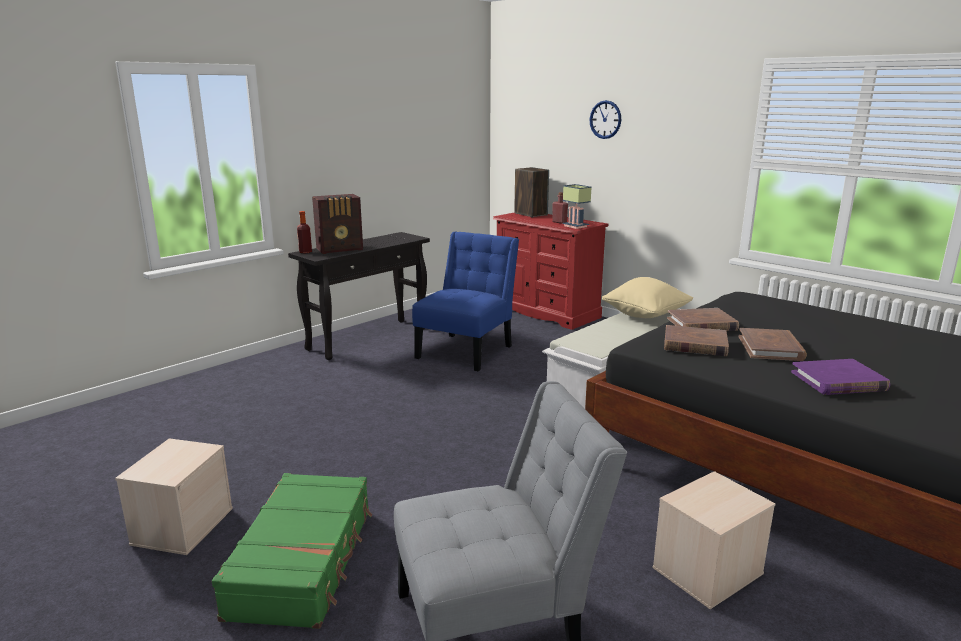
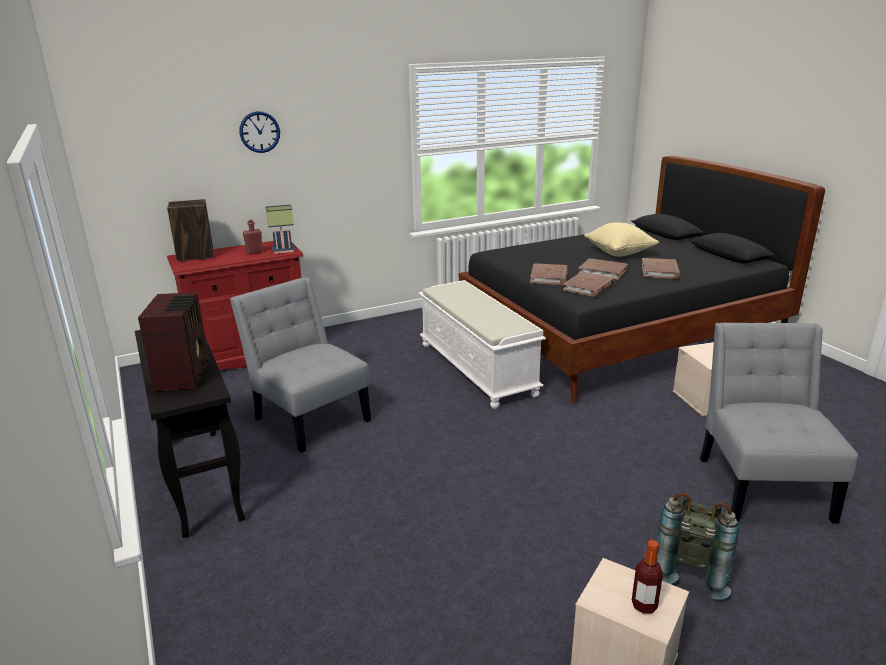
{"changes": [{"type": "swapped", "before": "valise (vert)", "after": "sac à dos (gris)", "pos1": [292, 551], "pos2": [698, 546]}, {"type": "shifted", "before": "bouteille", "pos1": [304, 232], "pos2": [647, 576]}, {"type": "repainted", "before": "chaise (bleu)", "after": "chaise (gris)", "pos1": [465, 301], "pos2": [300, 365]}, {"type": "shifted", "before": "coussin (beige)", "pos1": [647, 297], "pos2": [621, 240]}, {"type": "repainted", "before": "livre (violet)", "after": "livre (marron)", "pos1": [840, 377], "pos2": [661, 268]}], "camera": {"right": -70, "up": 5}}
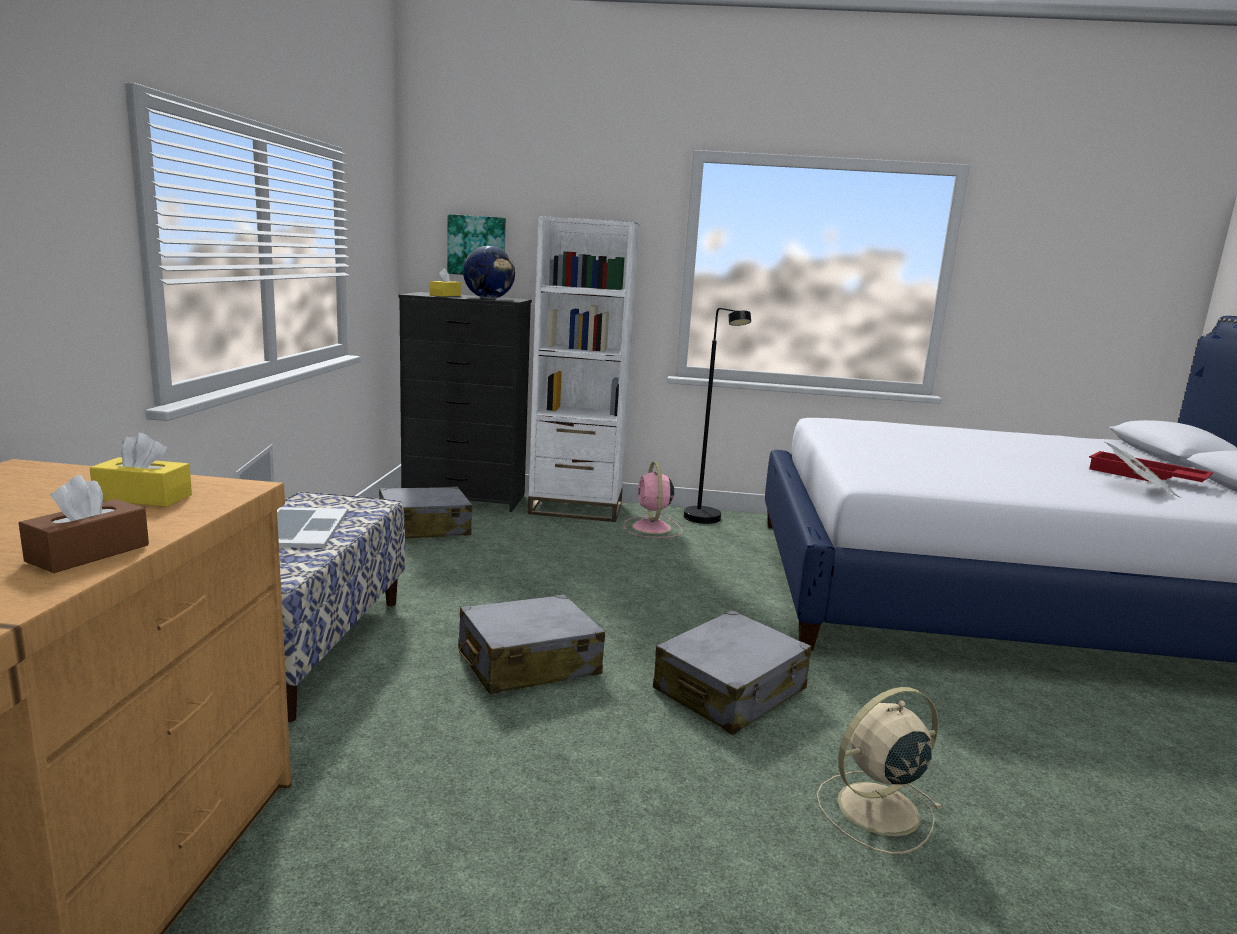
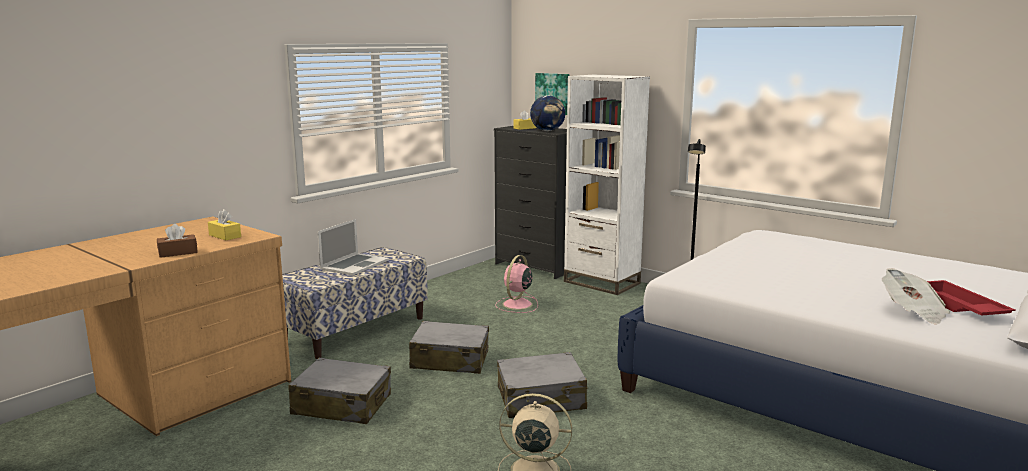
{"changes": [{"type": "shifted", "before": "valise (gris)", "pos1": [425, 512], "pos2": [340, 391]}, {"type": "shifted", "before": "ventilateur (rose)", "pos1": [652, 500], "pos2": [516, 284]}], "camera": {"right": 35, "up": 0}}
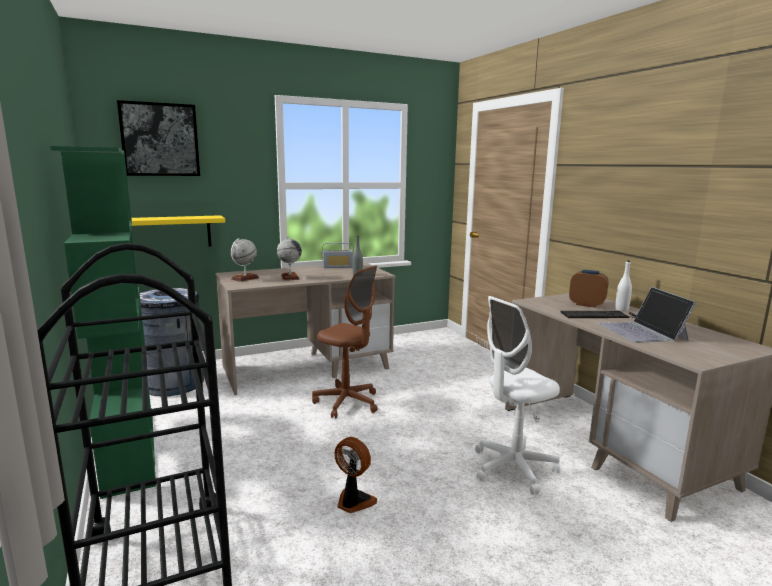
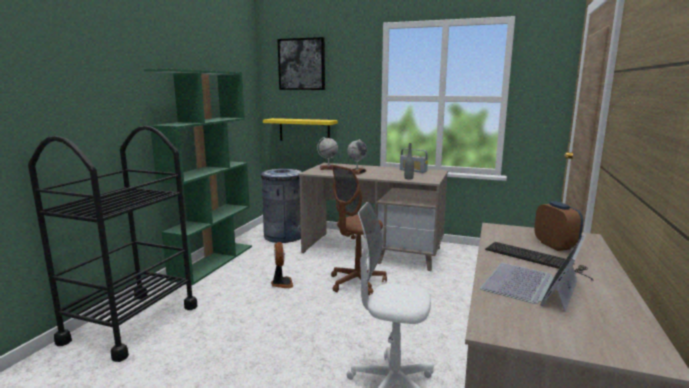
{"changes": [{"type": "rotated", "before": "chaise de bureau (marron)", "pos1": [345, 342], "pos2": [359, 230], "turn": 60}, {"type": "shifted", "before": "ventilateur", "pos1": [355, 475], "pos2": [282, 265]}, {"type": "gone", "before": "bouteille (blanc)", "pos1": [623, 286]}], "camera": {"right": 45, "up": 0}}
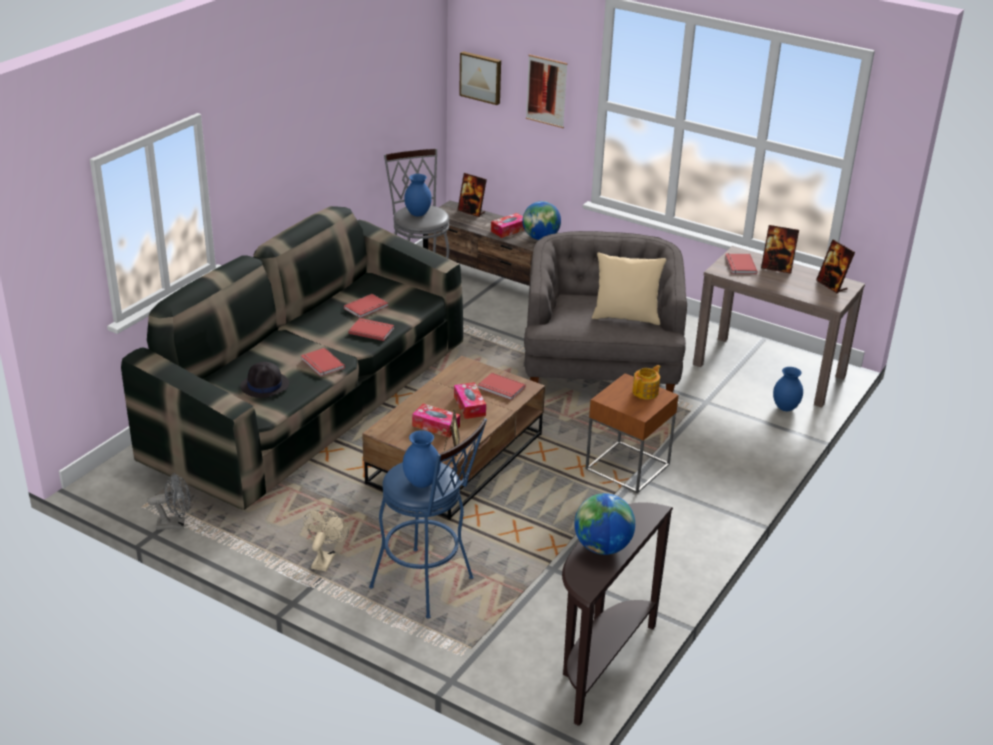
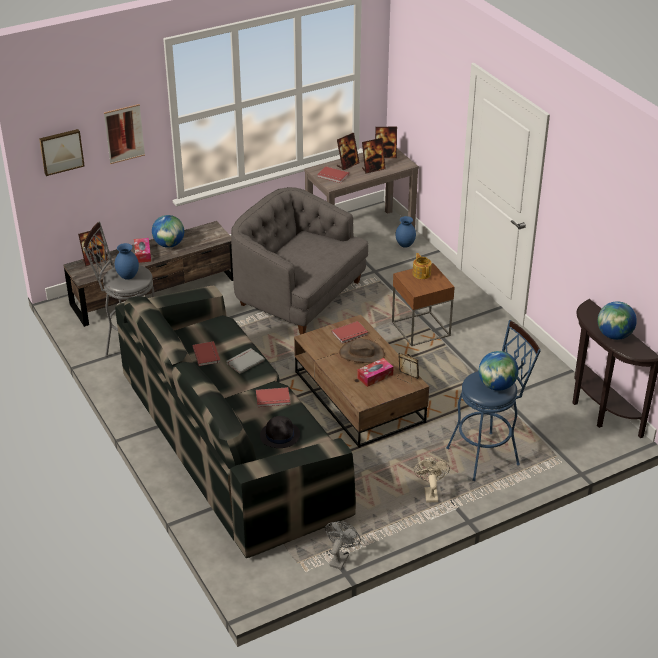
{"changes": [{"type": "rotated", "before": "ventilateur (beige)", "pos1": [326, 540], "pos2": [432, 479], "turn": 45}, {"type": "repainted", "before": "livre (rouge)", "after": "livre (gris)", "pos1": [371, 329], "pos2": [245, 361]}, {"type": "swapped", "before": "vase (bleu)", "after": "globe", "pos1": [422, 459], "pos2": [499, 371]}, {"type": "swapped", "before": "boîte à mouchoirs", "after": "chapeau (marron)", "pos1": [470, 400], "pos2": [362, 350]}, {"type": "gone", "before": "coussin (beige)", "pos1": [629, 288]}, {"type": "new", "after": "cadre photo", "pos2": [374, 156]}], "camera": {"right": -60, "up": 5}}
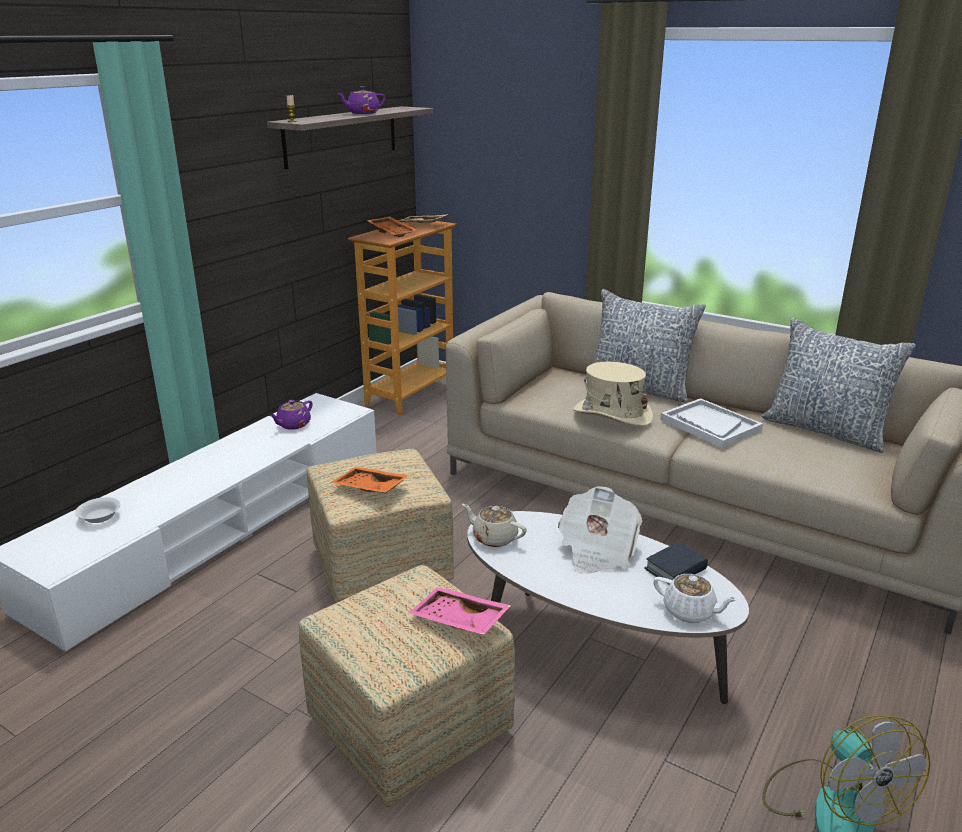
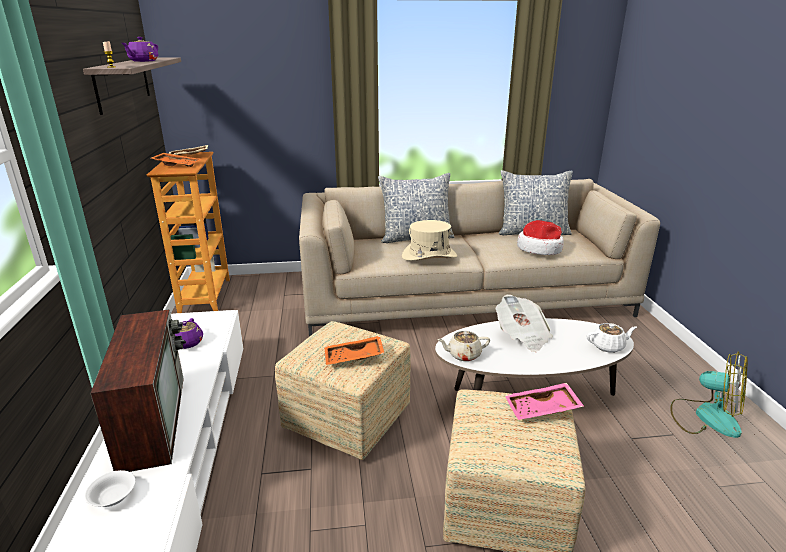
{"changes": [{"type": "gone", "before": "livre", "pos1": [676, 563]}, {"type": "gone", "before": "plateau (blanc)", "pos1": [711, 423]}, {"type": "new", "after": "téléviseur", "pos2": [138, 391]}, {"type": "new", "after": "chapeau", "pos2": [540, 237]}], "camera": {"right": -40, "up": 0}}
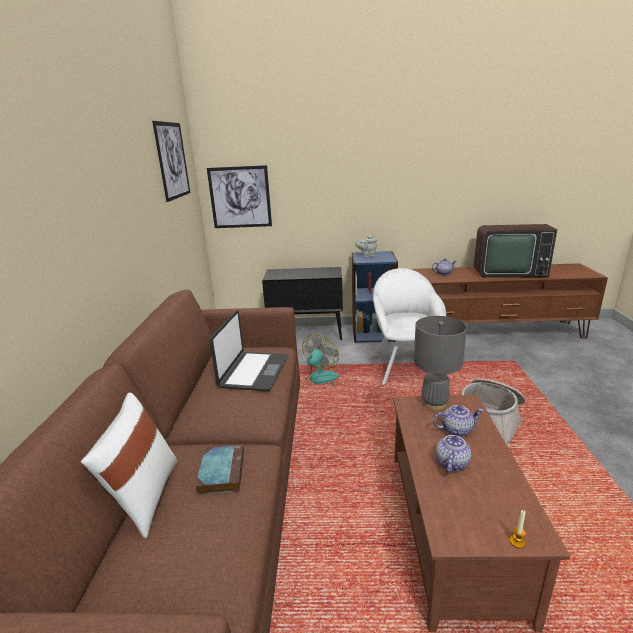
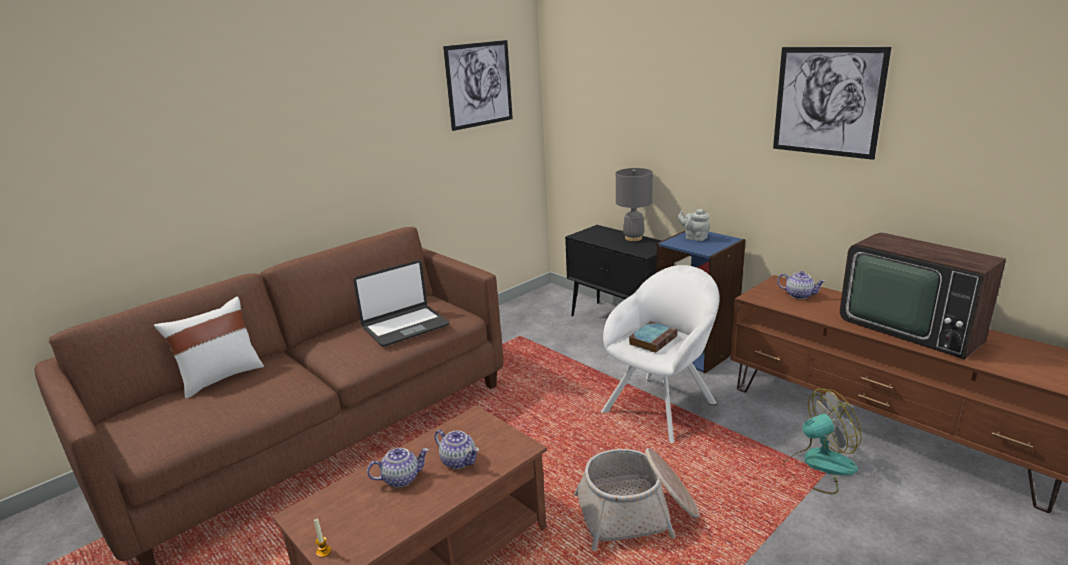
{"changes": [{"type": "shifted", "before": "livre", "pos1": [219, 470], "pos2": [653, 337]}, {"type": "shifted", "before": "tableau", "pos1": [239, 196], "pos2": [832, 103]}, {"type": "shifted", "before": "ventilateur", "pos1": [320, 363], "pos2": [823, 441]}, {"type": "shifted", "before": "lampe de table (gris)", "pos1": [440, 363], "pos2": [634, 204]}], "camera": {"right": 45, "up": 0}}
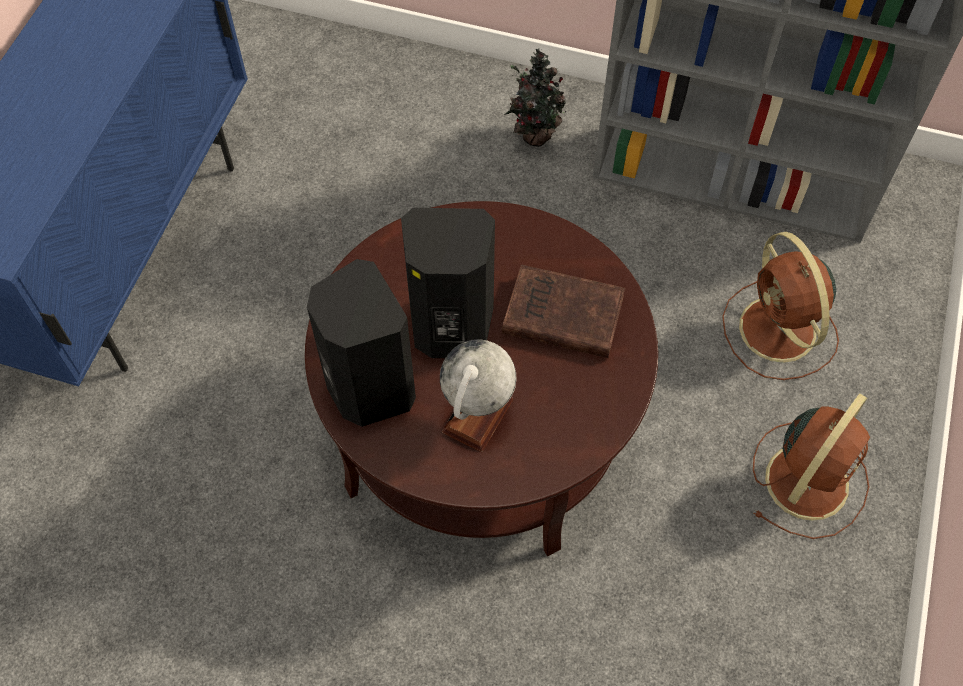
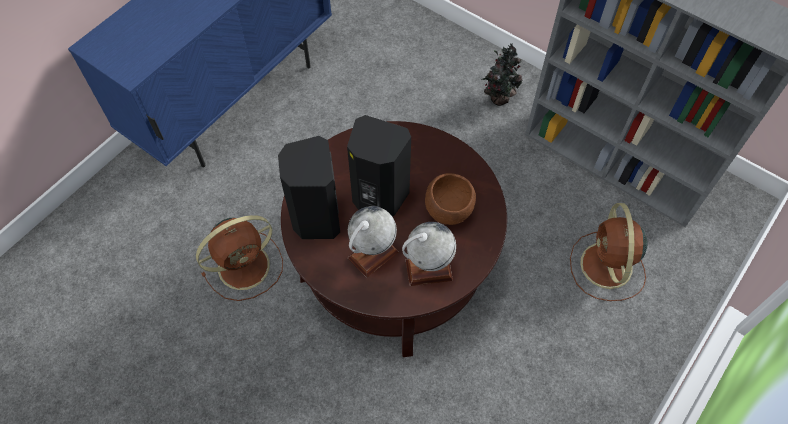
{"changes": [{"type": "swapped", "before": "livre (marron)", "after": "bol (marron)", "pos1": [563, 311], "pos2": [450, 199]}, {"type": "shifted", "before": "ventilateur (marron)", "pos1": [811, 466], "pos2": [239, 258]}, {"type": "new", "after": "globe", "pos2": [429, 254]}], "camera": {"right": 20, "up": 0}}
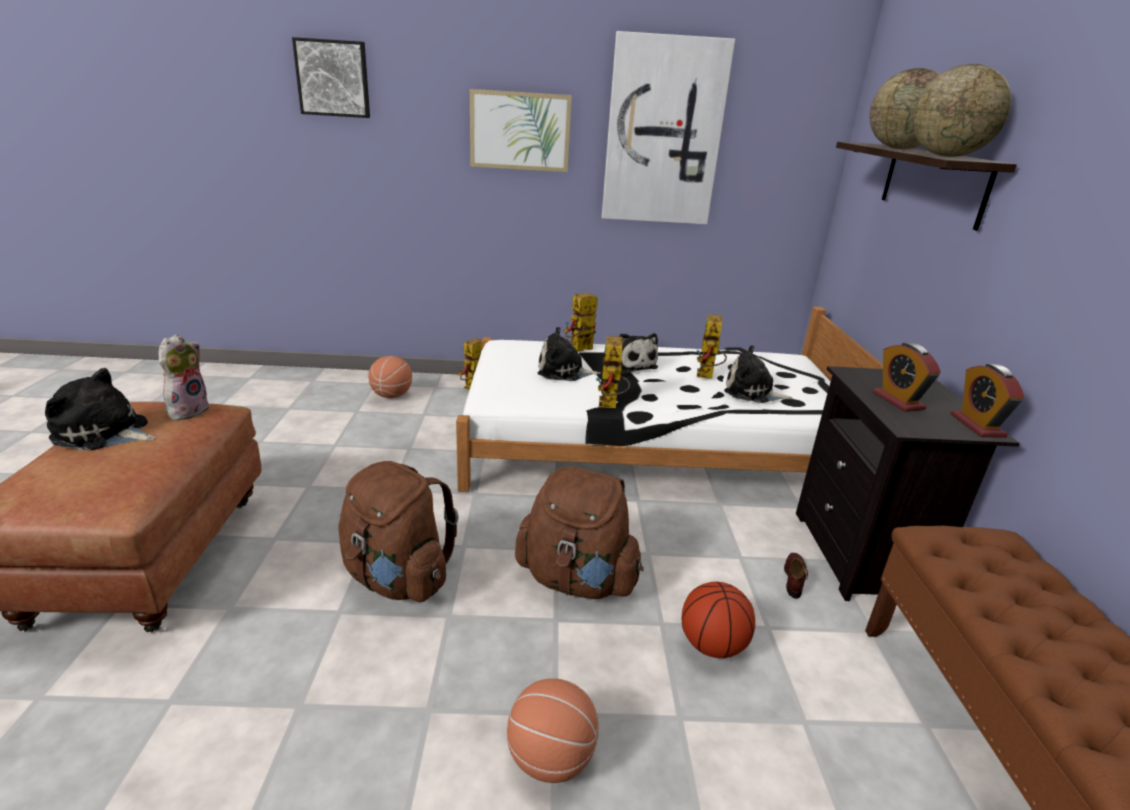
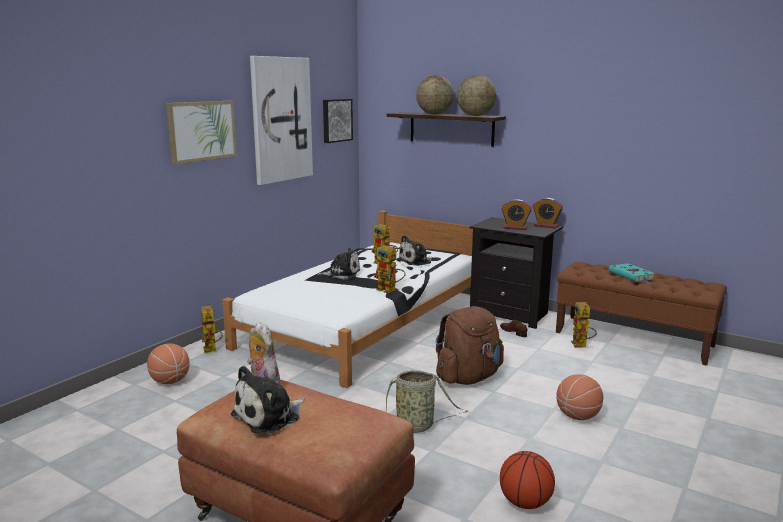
{"changes": [{"type": "shifted", "before": "tableau", "pos1": [331, 77], "pos2": [338, 121]}, {"type": "swapped", "before": "sac à dos (marron)", "after": "panier", "pos1": [398, 531], "pos2": [427, 401]}, {"type": "gone", "before": "peluche", "pos1": [569, 354]}, {"type": "shifted", "before": "robot jouet", "pos1": [581, 322], "pos2": [584, 325]}, {"type": "shifted", "before": "ballon de basket", "pos1": [718, 620], "pos2": [527, 480]}, {"type": "new", "after": "livre (turquoise)", "pos2": [632, 273]}], "camera": {"right": -55, "up": -10}}
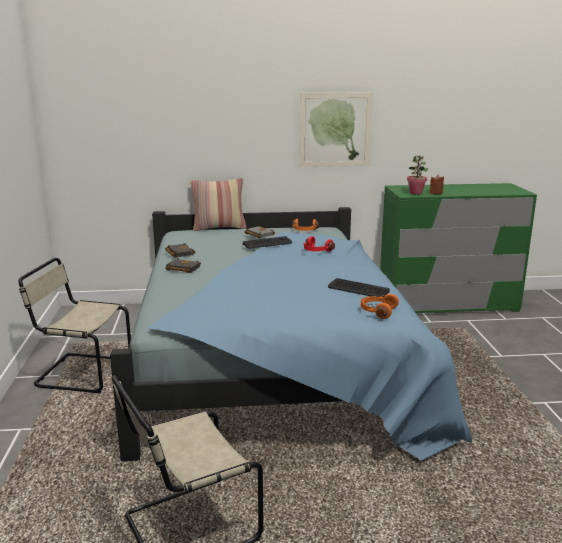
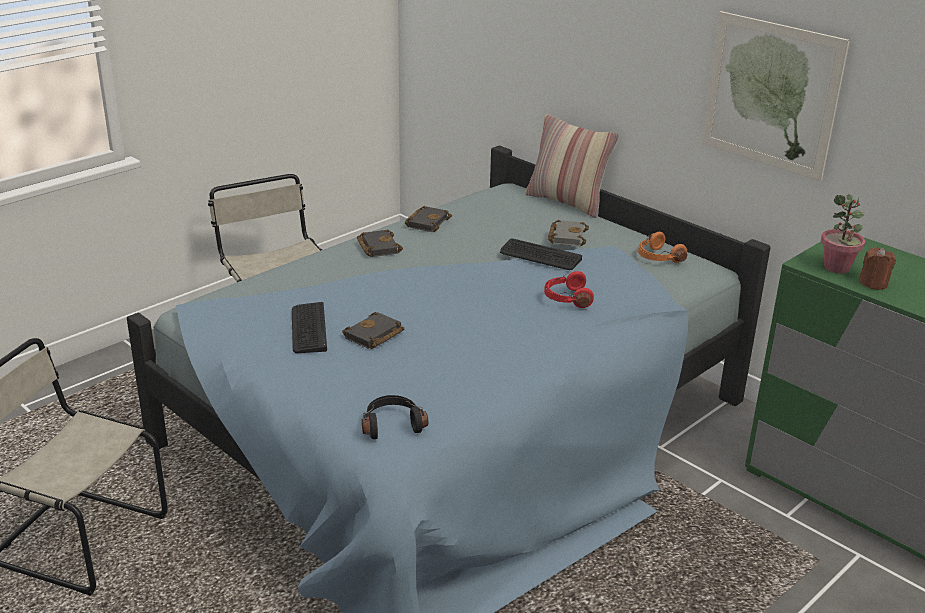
{"changes": [{"type": "shifted", "before": "clavier", "pos1": [359, 287], "pos2": [309, 327]}, {"type": "repainted", "before": "casque audio (orange)", "after": "casque audio (noir)", "pos1": [380, 306], "pos2": [395, 417]}, {"type": "new", "after": "livre (noir)", "pos2": [373, 330]}], "camera": {"right": 50, "up": 10}}
